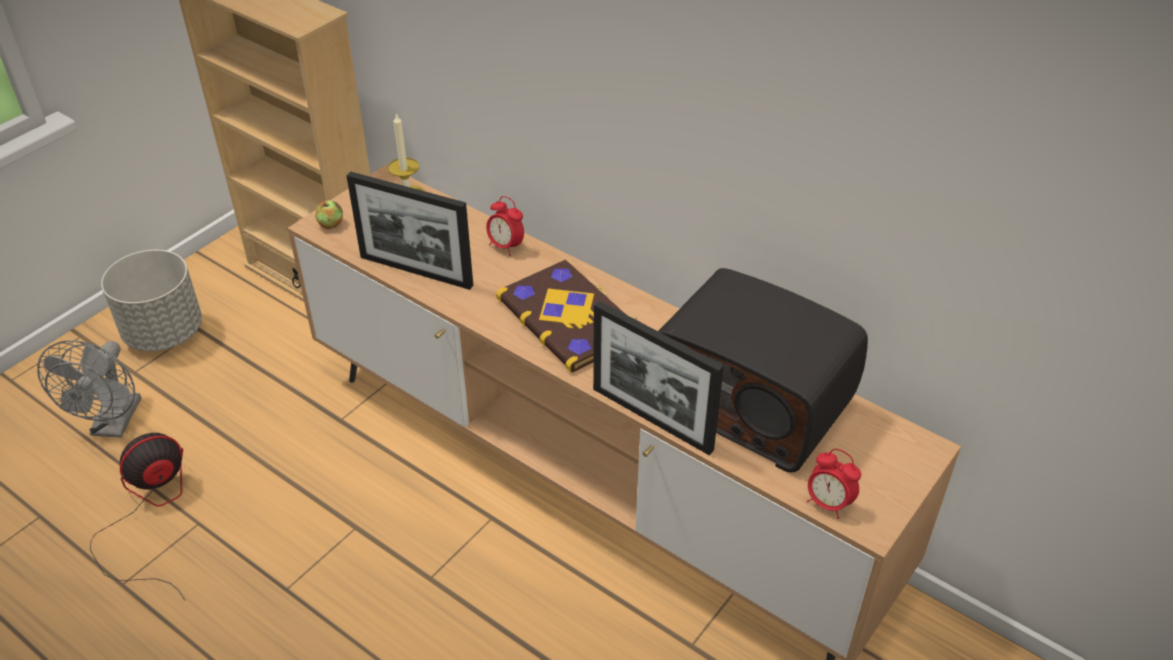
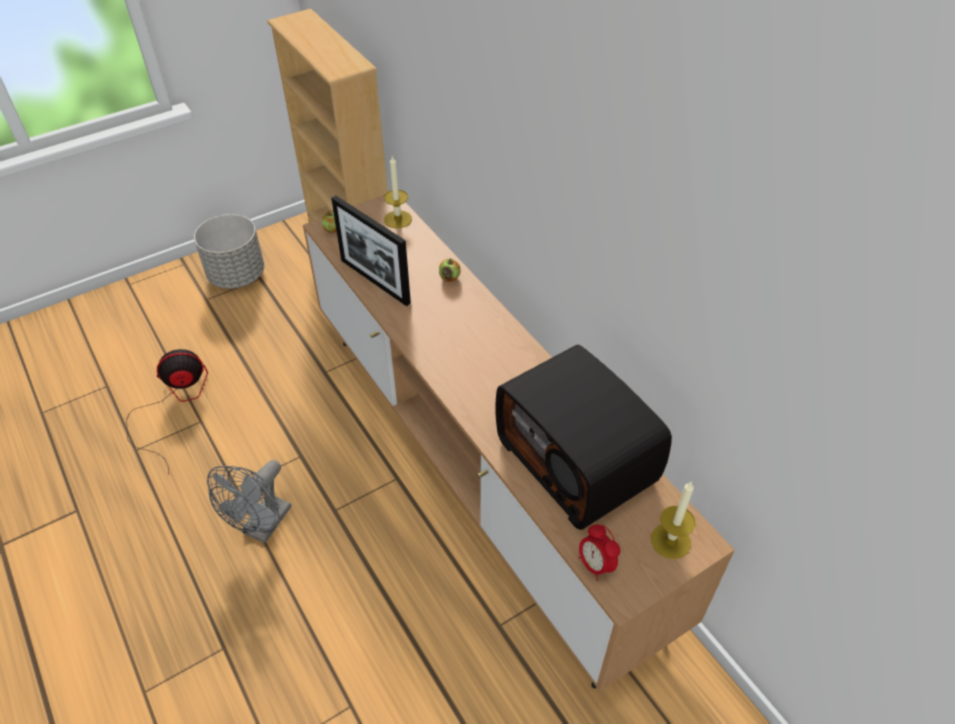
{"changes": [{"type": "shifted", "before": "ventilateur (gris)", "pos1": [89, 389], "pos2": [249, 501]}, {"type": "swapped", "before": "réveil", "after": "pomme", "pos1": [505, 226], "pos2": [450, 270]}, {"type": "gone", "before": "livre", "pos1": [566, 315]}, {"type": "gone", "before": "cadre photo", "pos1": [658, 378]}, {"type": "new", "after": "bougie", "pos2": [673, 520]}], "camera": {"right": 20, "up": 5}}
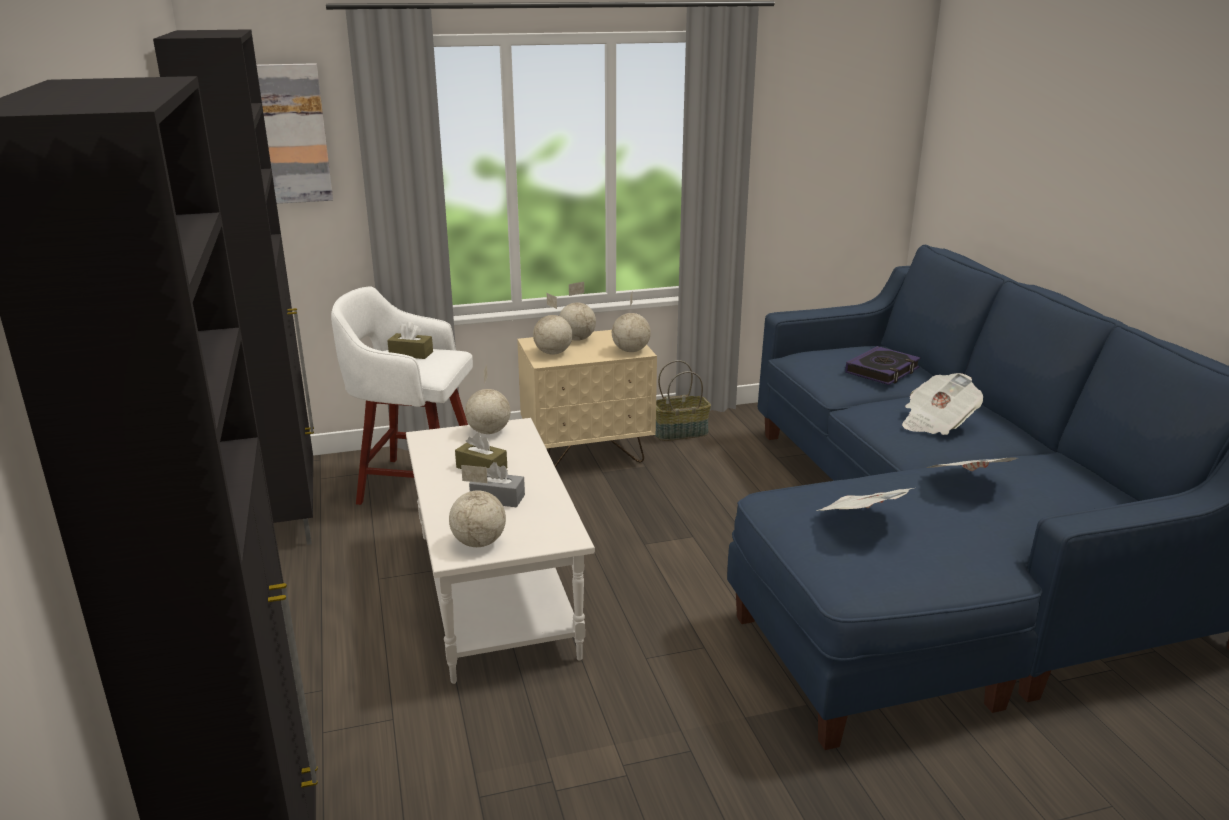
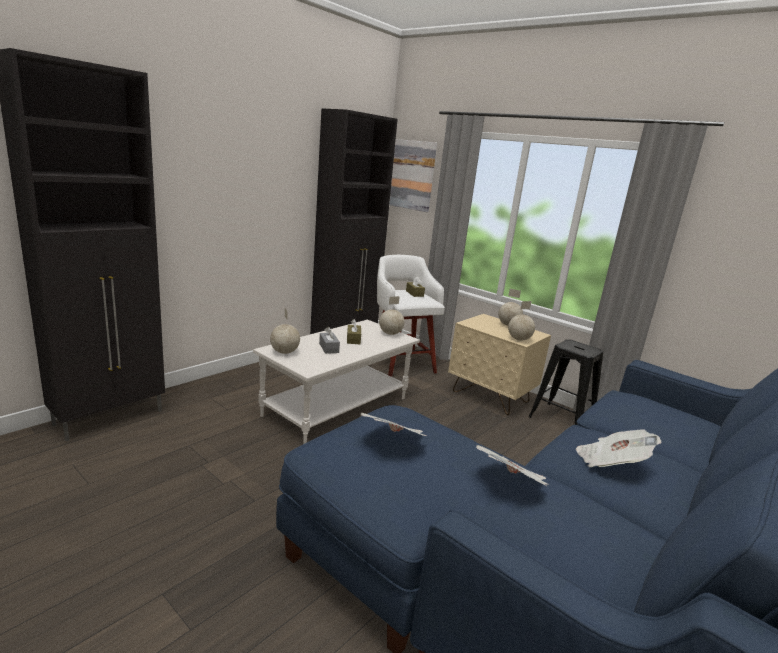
{"changes": [{"type": "gone", "before": "globe", "pos1": [552, 324]}, {"type": "swapped", "before": "panier", "after": "tabouret (noir)", "pos1": [683, 400], "pos2": [566, 382]}, {"type": "gone", "before": "livre", "pos1": [883, 365]}], "camera": {"right": 55, "up": -5}}
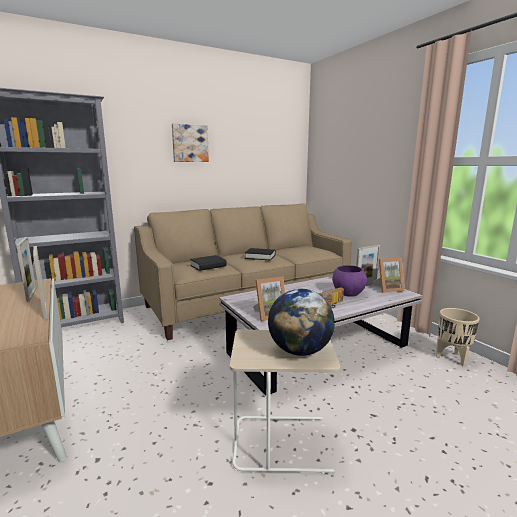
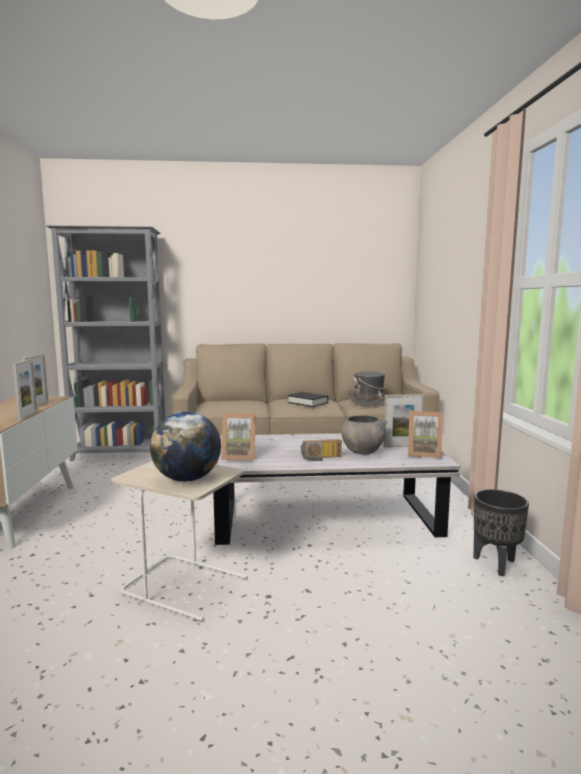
{"changes": [{"type": "gone", "before": "tableau", "pos1": [190, 143]}, {"type": "gone", "before": "livre (noir)", "pos1": [208, 263]}, {"type": "repainted", "before": "bol (violet)", "after": "bol (gris)", "pos1": [349, 281], "pos2": [364, 434]}, {"type": "repainted", "before": "cache-pot (beige)", "after": "cache-pot (noir)", "pos1": [457, 337], "pos2": [501, 532]}, {"type": "new", "after": "chapeau (gris)", "pos2": [369, 388]}], "camera": {"right": 25, "up": -5}}
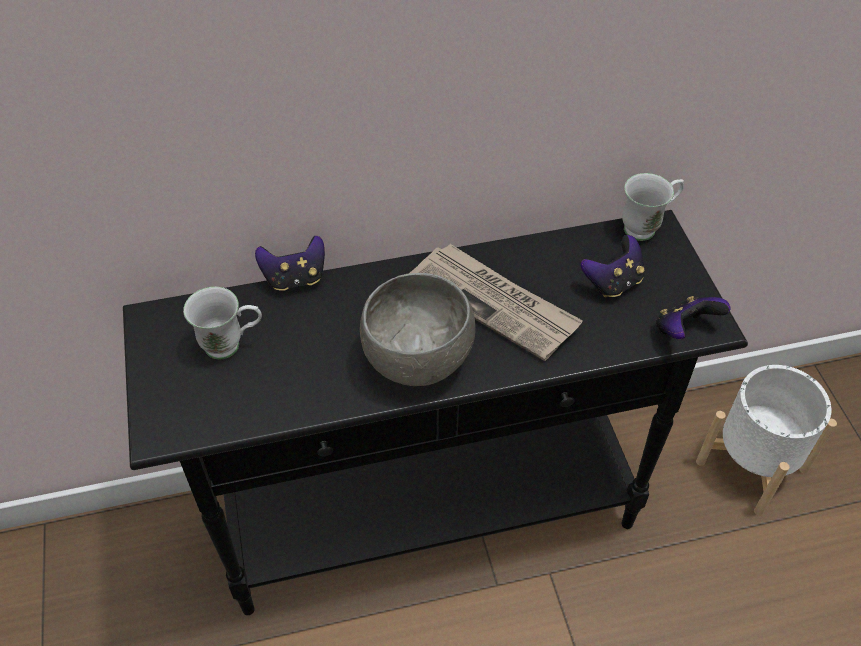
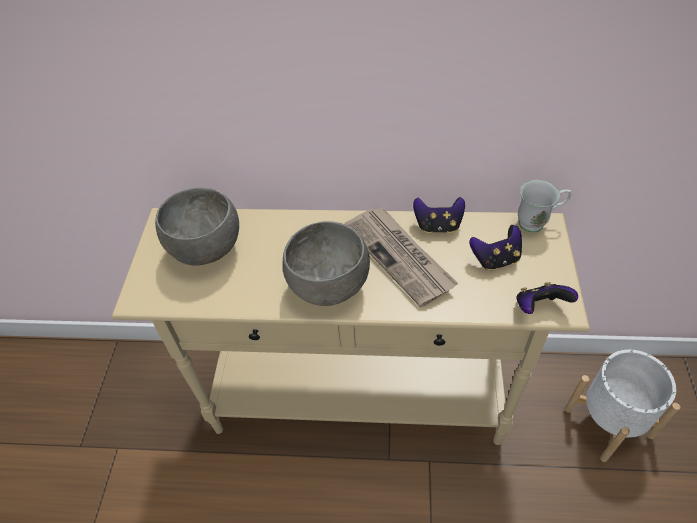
{"changes": [{"type": "repainted", "before": "table console (noir)", "after": "table console (beige)", "pos1": [435, 412], "pos2": [351, 326]}, {"type": "swapped", "before": "mug (blanc)", "after": "bol (gris)", "pos1": [222, 323], "pos2": [197, 226]}, {"type": "shifted", "before": "manette", "pos1": [290, 263], "pos2": [439, 215]}], "camera": {"right": 20, "up": 0}}
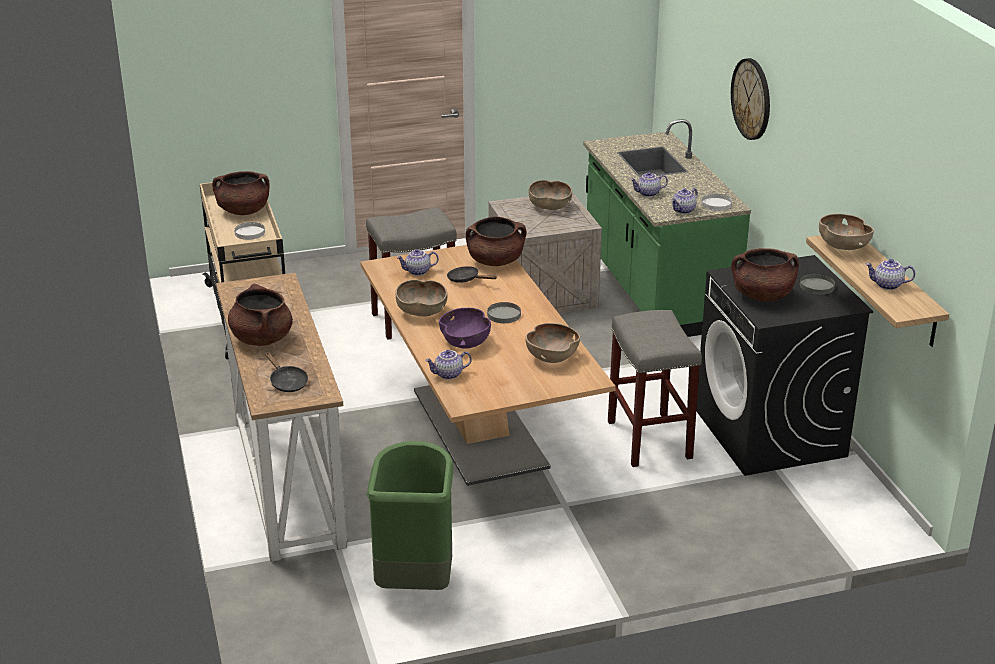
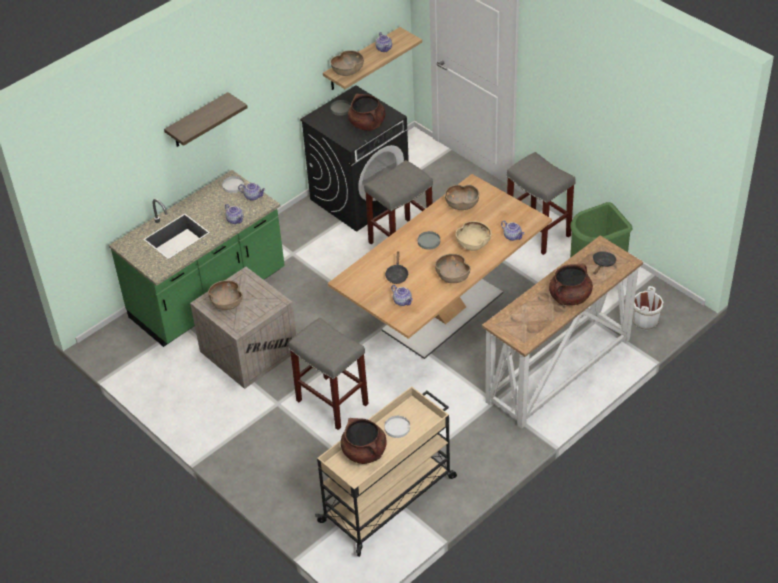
{"changes": [{"type": "repainted", "before": "bol (violet)", "after": "bol (beige)", "pos1": [465, 328], "pos2": [474, 236]}, {"type": "gone", "before": "marmite (marron)", "pos1": [496, 241]}, {"type": "swapped", "before": "horloge murale", "after": "étagère", "pos1": [750, 99], "pos2": [206, 119]}, {"type": "new", "after": "tabouret (gris)", "pos2": [541, 203]}, {"type": "new", "after": "seau (blanc)", "pos2": [648, 308]}], "camera": {"right": -115, "up": 15}}
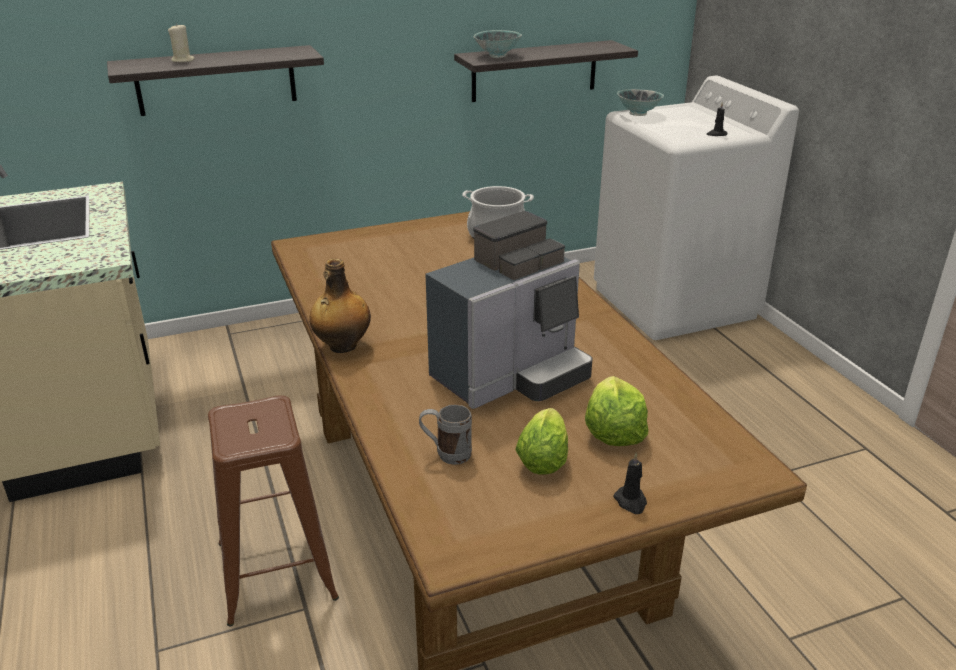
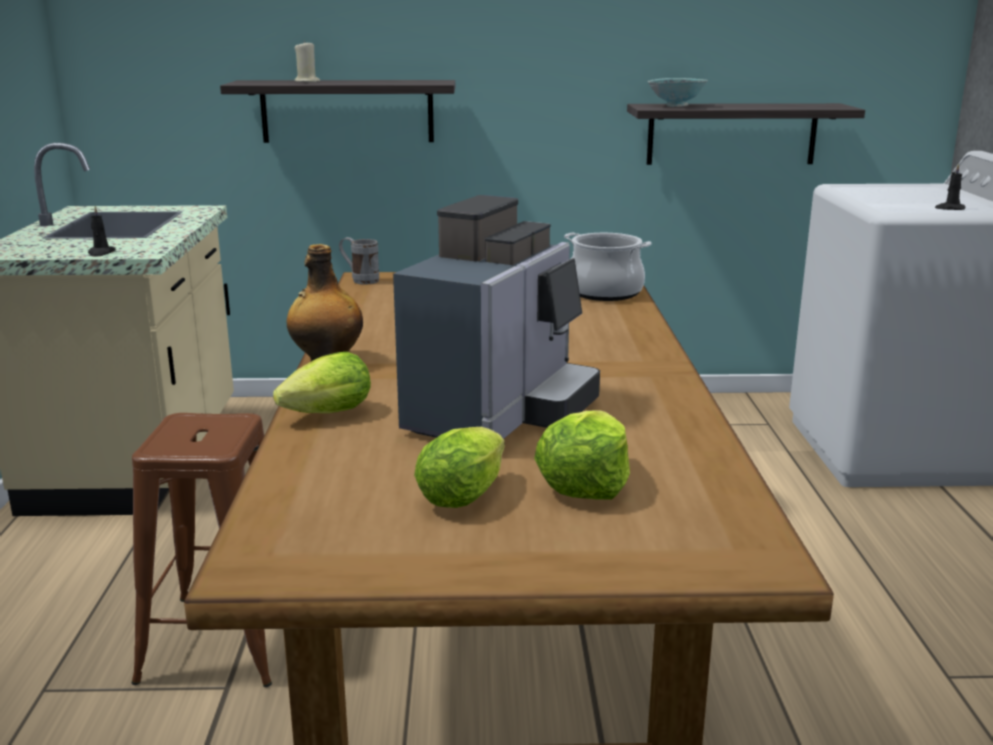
{"changes": [{"type": "shifted", "before": "mug (gris)", "pos1": [445, 435], "pos2": [359, 261]}, {"type": "rotated", "before": "machine à café", "pos1": [509, 310], "pos2": [496, 317], "turn": -45}, {"type": "shifted", "before": "bougie (noir)", "pos1": [630, 483], "pos2": [102, 231]}, {"type": "gone", "before": "bol", "pos1": [640, 102]}, {"type": "new", "after": "laitue", "pos2": [322, 382]}], "camera": {"right": 20, "up": -10}}
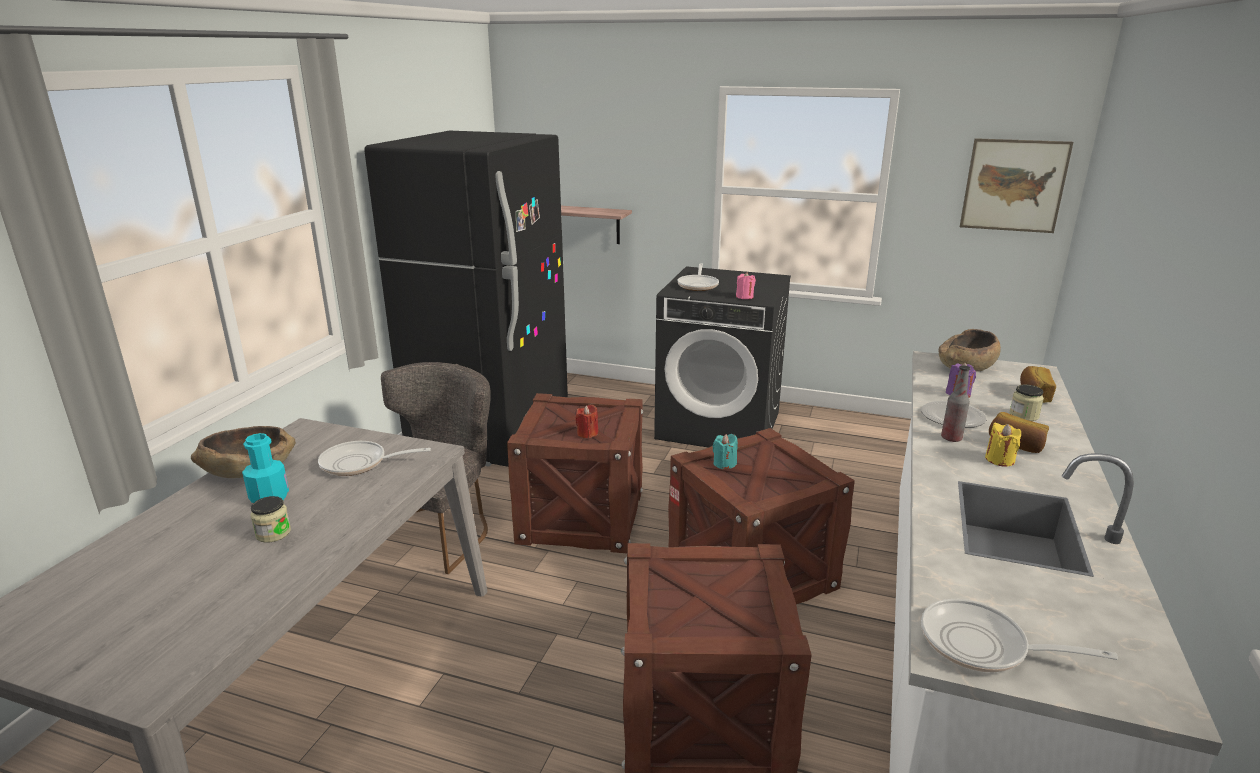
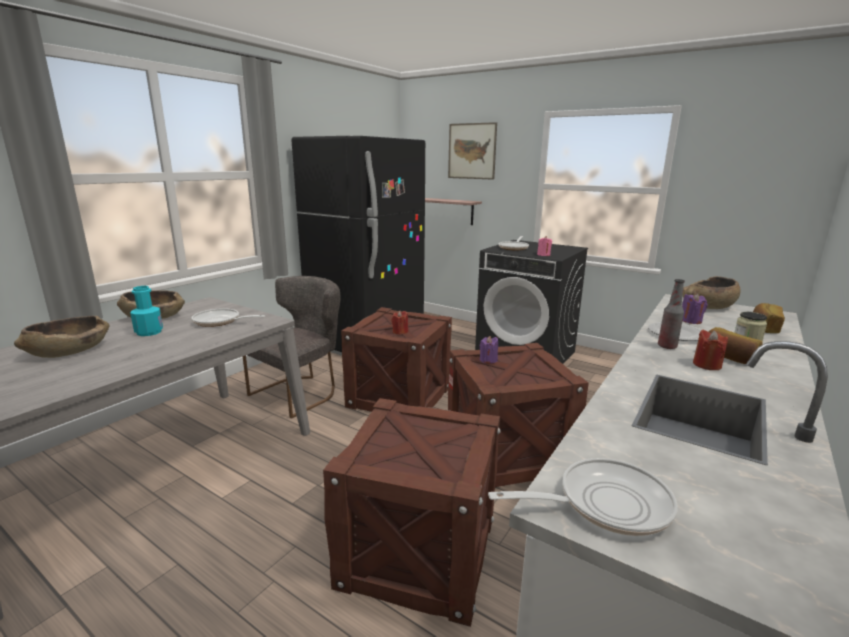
{"changes": [{"type": "gone", "before": "bocal", "pos1": [271, 519]}, {"type": "repainted", "before": "bougie (turquoise)", "after": "bougie (violet)", "pos1": [725, 451], "pos2": [489, 349]}, {"type": "rotated", "before": "poêle", "pos1": [1019, 636], "pos2": [583, 497], "turn": 135}, {"type": "shifted", "before": "tableau", "pos1": [1016, 185], "pos2": [472, 151]}, {"type": "repainted", "before": "bougie (jaune)", "after": "bougie (rouge)", "pos1": [1003, 444], "pos2": [710, 350]}, {"type": "new", "after": "bol (marron)", "pos2": [62, 337]}], "camera": {"right": 15, "up": -5}}
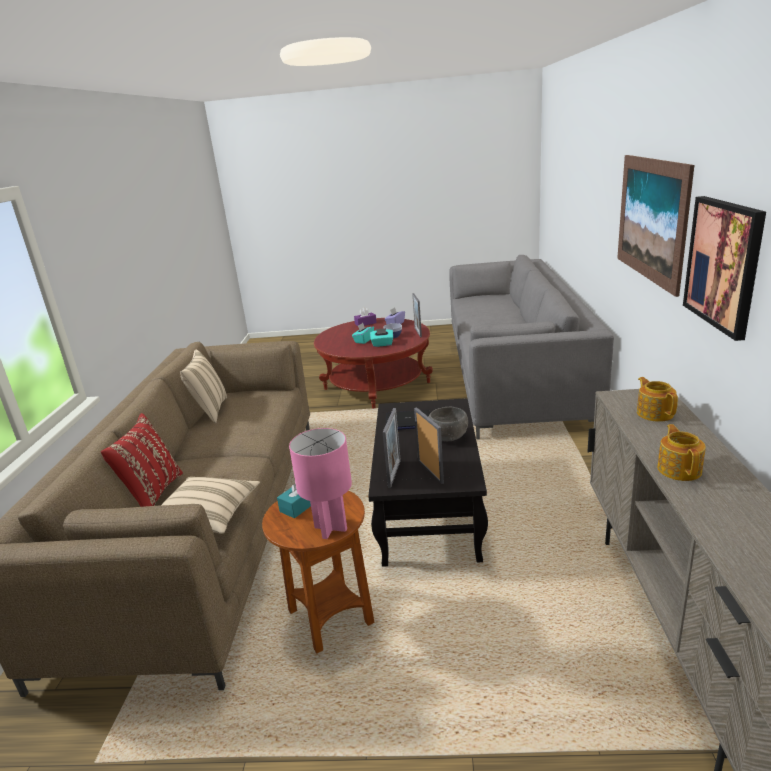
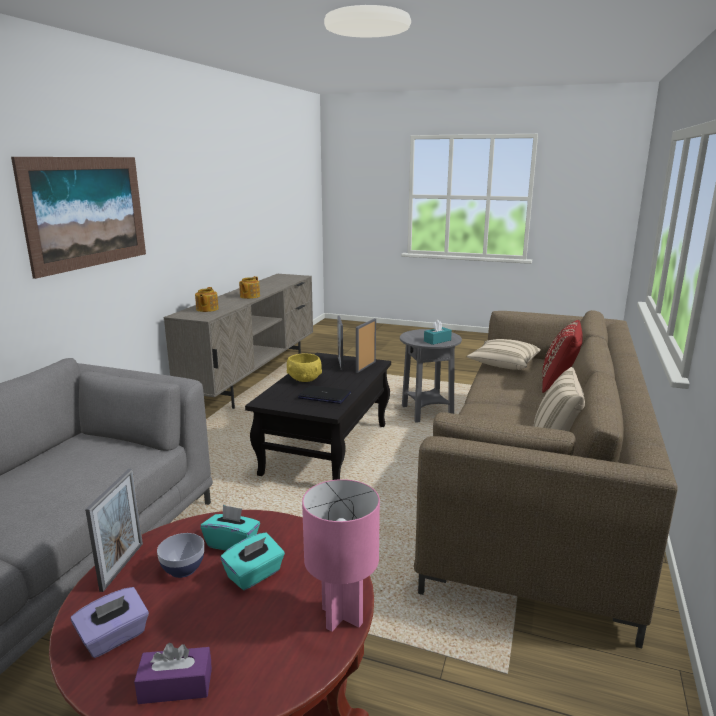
{"changes": [{"type": "repainted", "before": "table d'appoint (marron)", "after": "table d'appoint (gris)", "pos1": [318, 571], "pos2": [431, 376]}, {"type": "shifted", "before": "lampe de table (rose)", "pos1": [320, 483], "pos2": [341, 555]}, {"type": "repainted", "before": "bol (gris)", "after": "bol (jaune)", "pos1": [448, 424], "pos2": [304, 368]}, {"type": "gone", "before": "tableau", "pos1": [724, 268]}], "camera": {"right": -165, "up": -5}}
